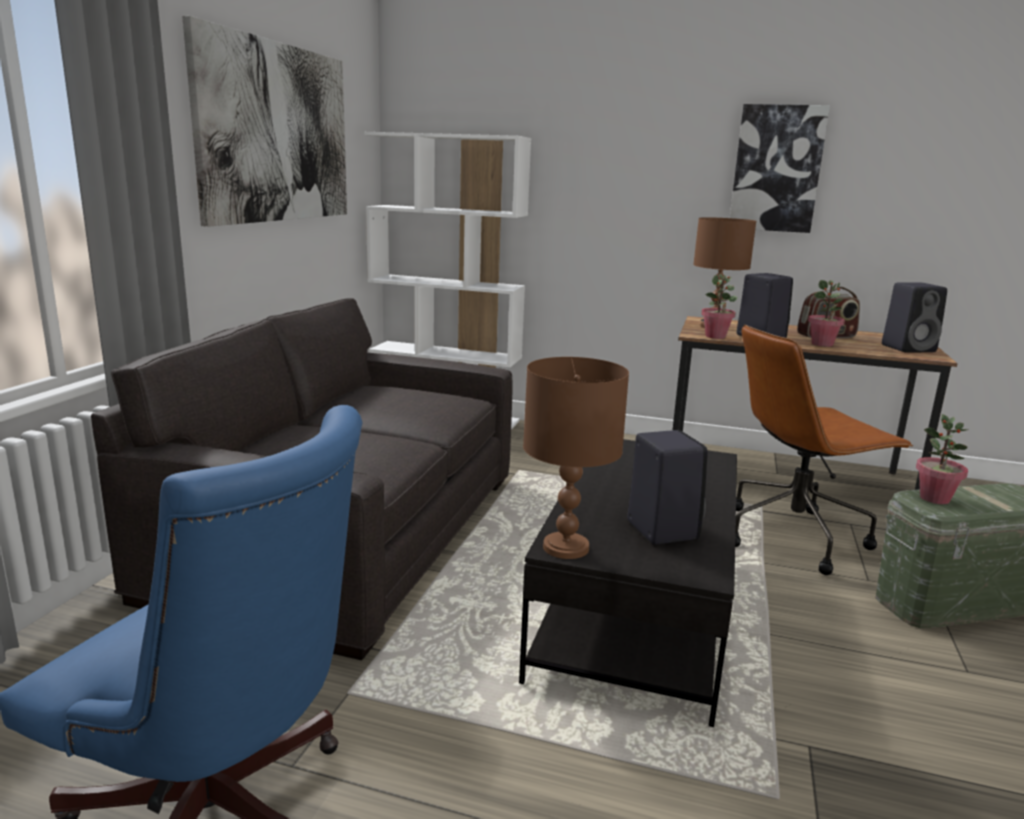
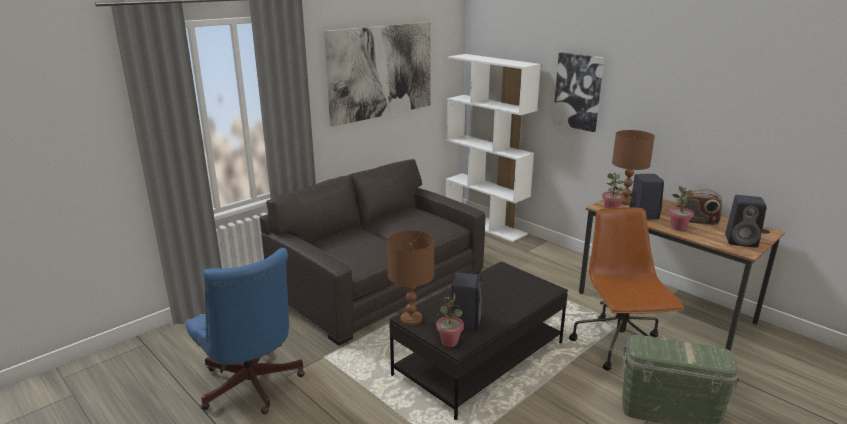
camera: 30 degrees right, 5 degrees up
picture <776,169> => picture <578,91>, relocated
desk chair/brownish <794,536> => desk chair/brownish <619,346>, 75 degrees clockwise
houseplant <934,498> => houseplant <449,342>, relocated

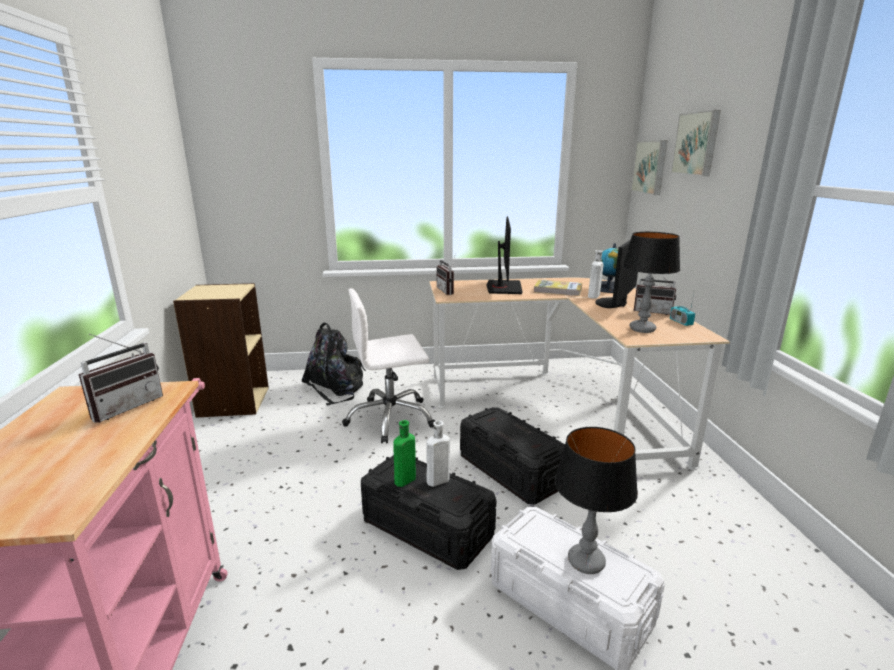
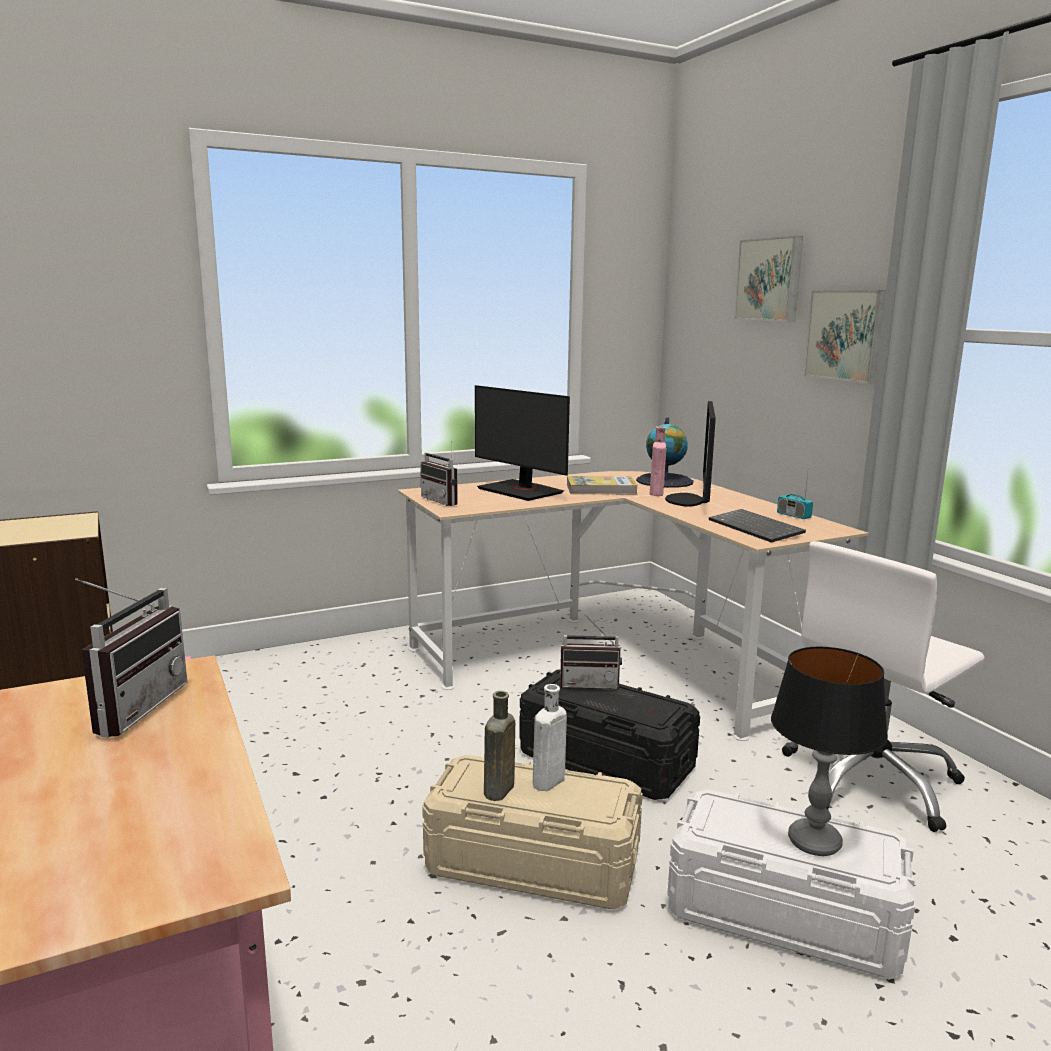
camera: 20 degrees left, 5 degrees down
picture <651,167> => picture <847,335>, relocated
computer display <503,287> => computer display <521,491>, 150 degrees clockwise
tabletop lamp <642,329> => keyboard <757,528>
beverage bottle/whitish <593,296> => beverage bottle/pink <656,493>
radio receiver <653,311> => radio receiver <589,684>, relocated
desk chair/whitish <390,419> => desk chair/whitish <872,781>, relocated
knapsack/black-coloured <336,387> => nothing
beverage bottle/green-coloured <404,481> => beverage bottle/brownish <498,792>
storage bin/black-coloured <427,527> => storage bin/beige-coloured <532,863>

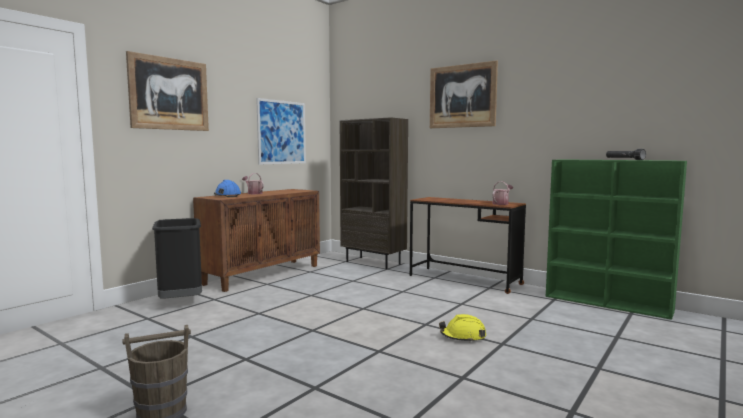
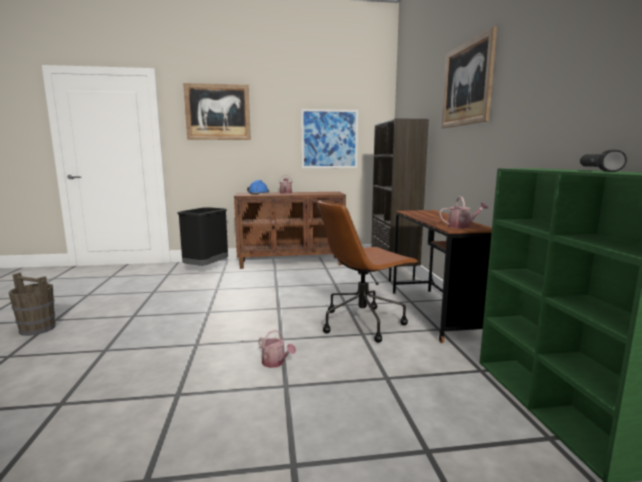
camera: 45 degrees right, 5 degrees up
hard hat/yellowish <463,337> => watering can <275,363>
nothing => desk chair/brownish <363,322>

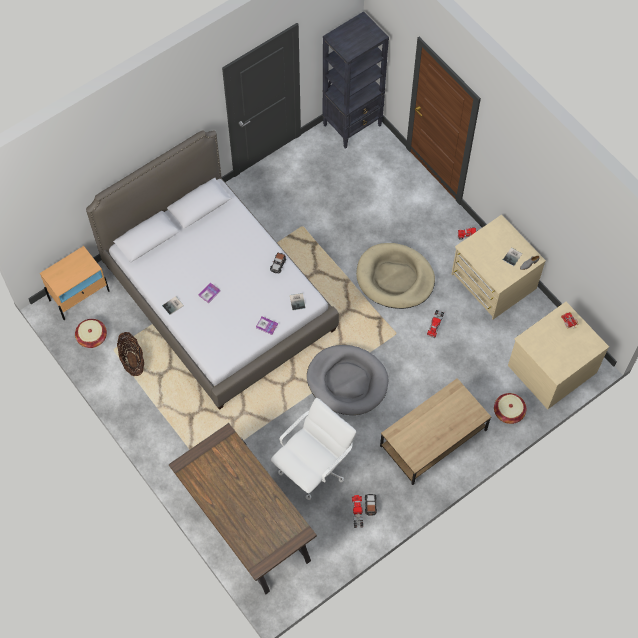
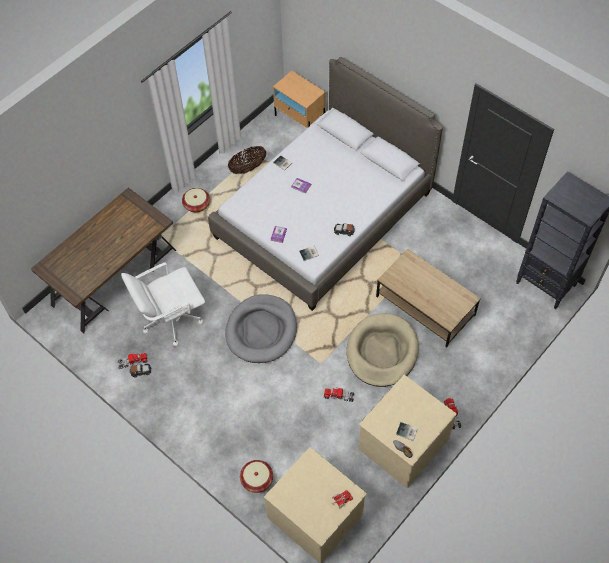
camera: 80 degrees right, 5 degrees down
household basket <92,337> => household basket <197,205>, relocated
lounge table/brownish <433,438> => lounge table/brownish <424,305>, relocated
desk chair/whitish <313,467> => desk chair/whitish <171,319>, 120 degrees clockwise

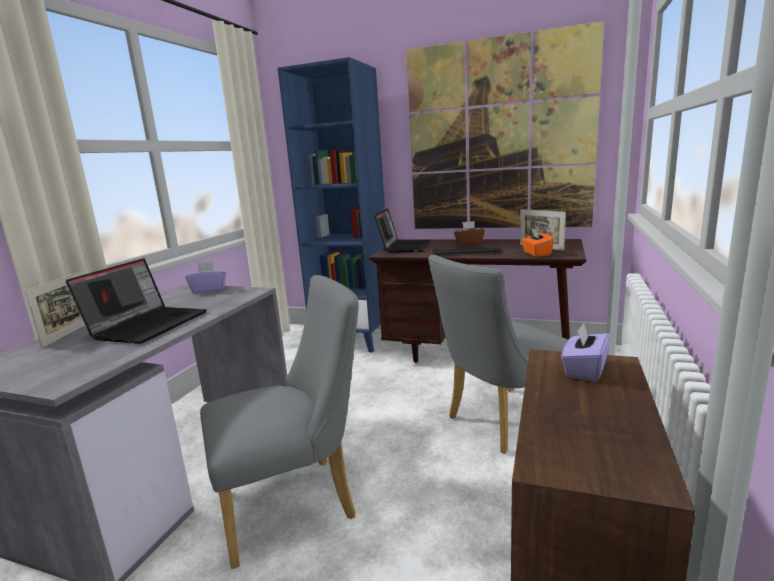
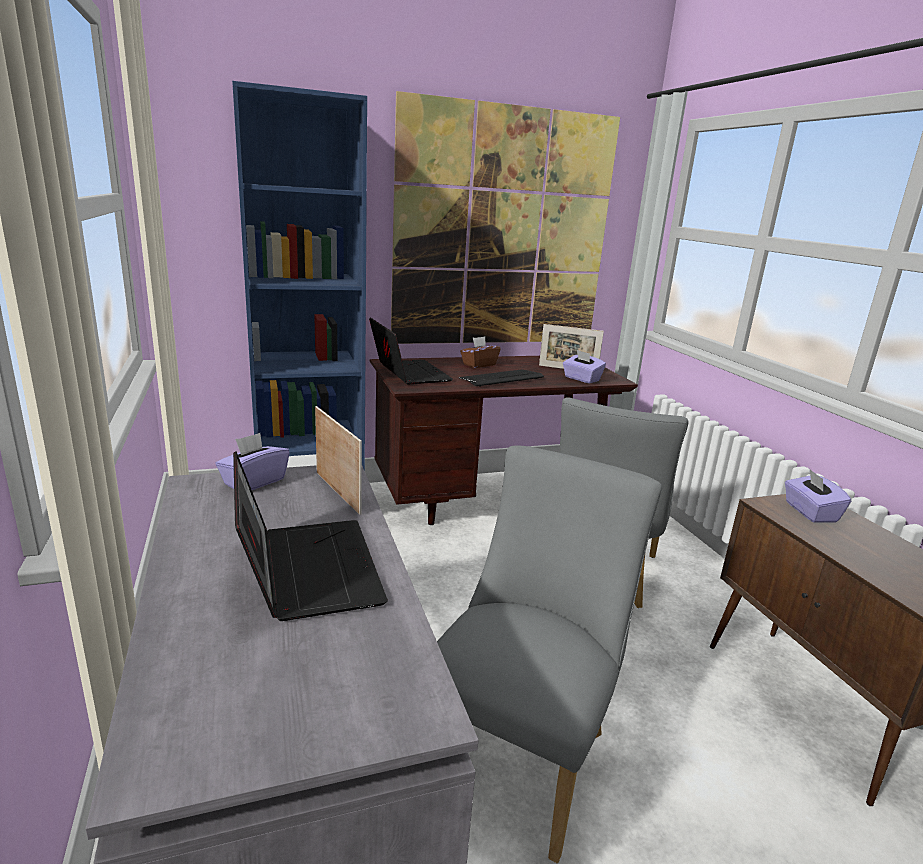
camera: 40 degrees left, 5 degrees up
box of tissues/orange <536,254> => box of tissues/purplish <581,379>
picture frame <70,332> => picture frame <337,492>, relocated

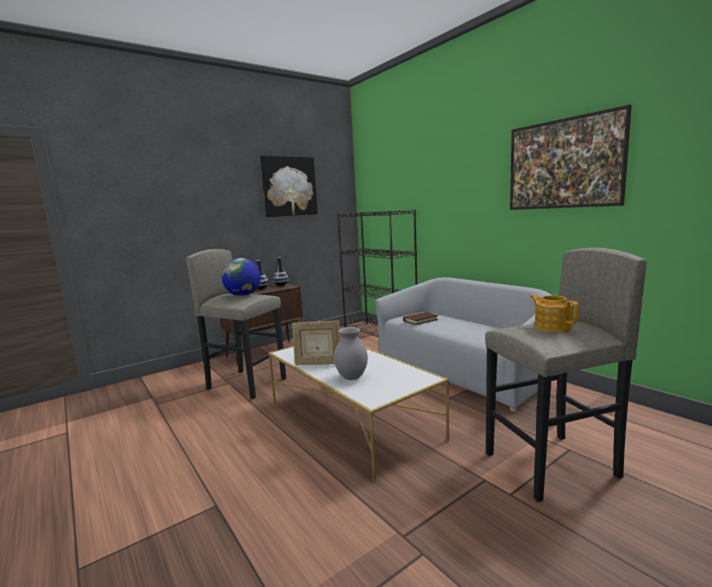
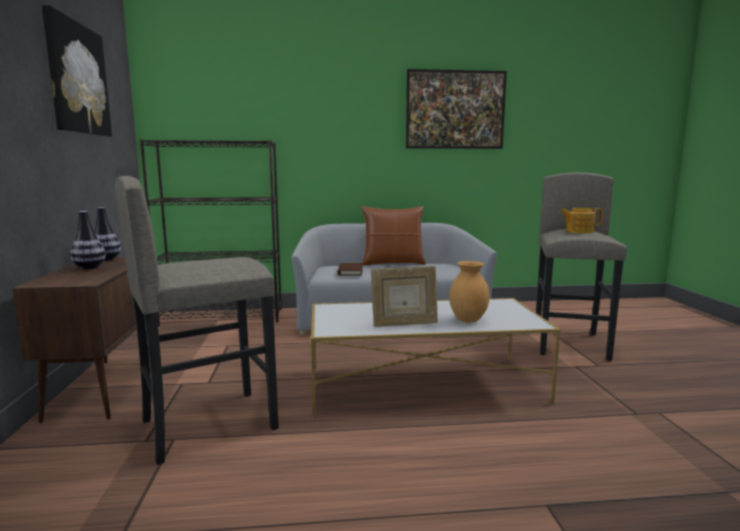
camera: 60 degrees left, 0 degrees up
globe <243,295> => nothing
picture frame <318,364> => picture frame <404,324>, 45 degrees clockwise
flower vase/grey <351,377> => flower vase/brownish <467,320>
nothing => throw pillow/brownish <393,263>

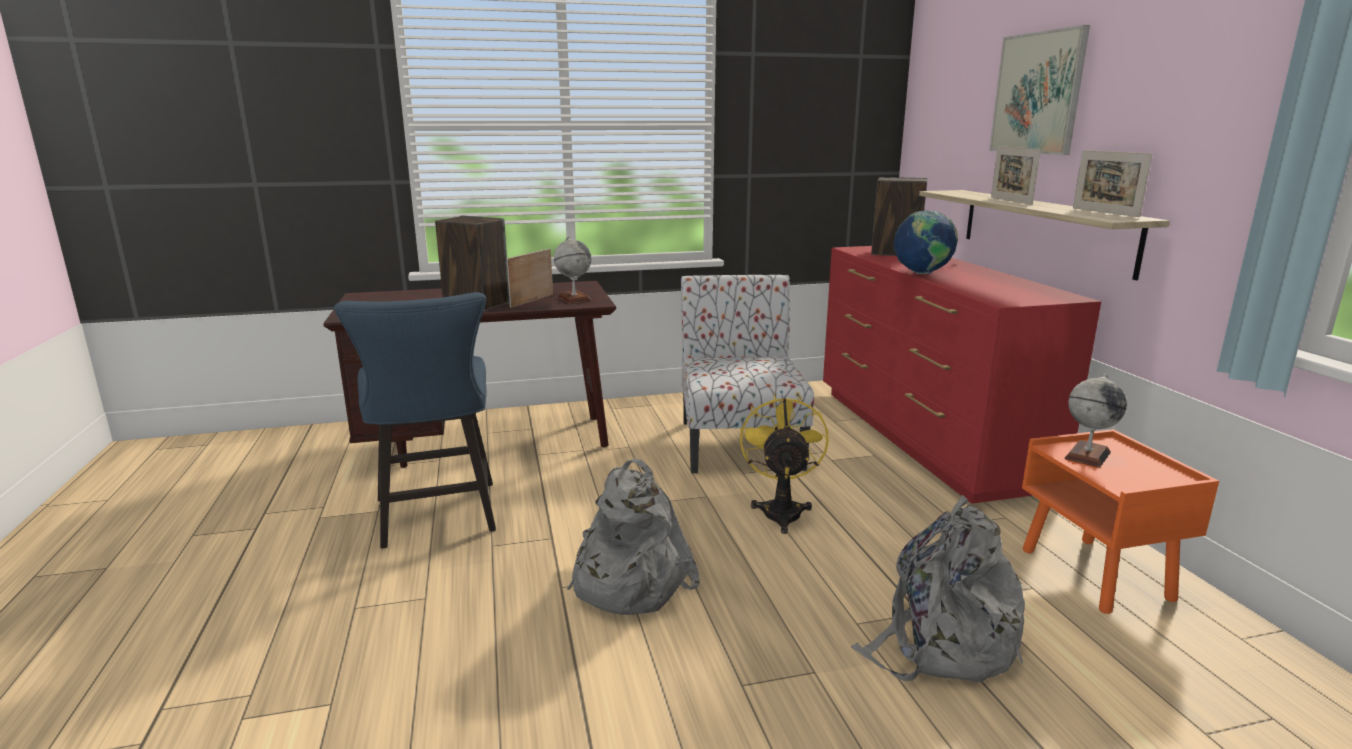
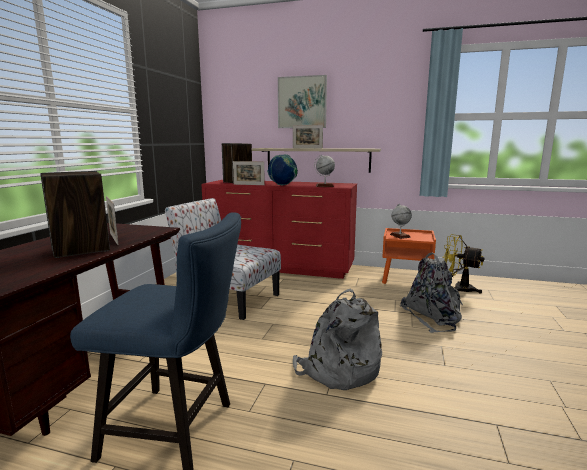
camera: 60 degrees left, 5 degrees down
picture frame <1104,212> => picture frame <249,184>, relocated
globe <574,299> => globe <324,186>, relocated
electric fan/yellowish <781,510> => electric fan/yellowish <458,288>, relocated

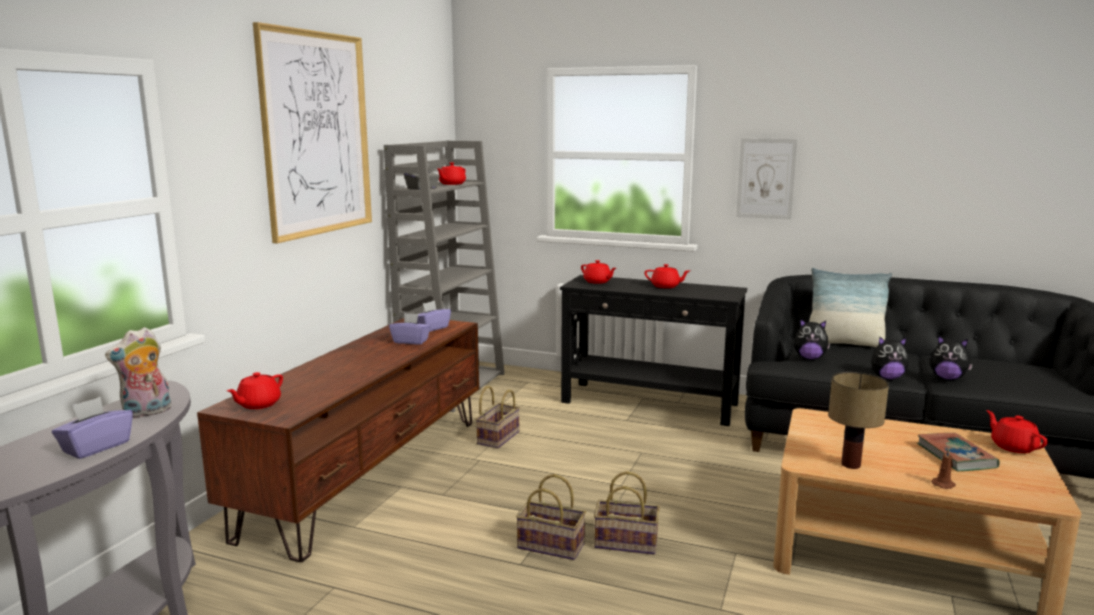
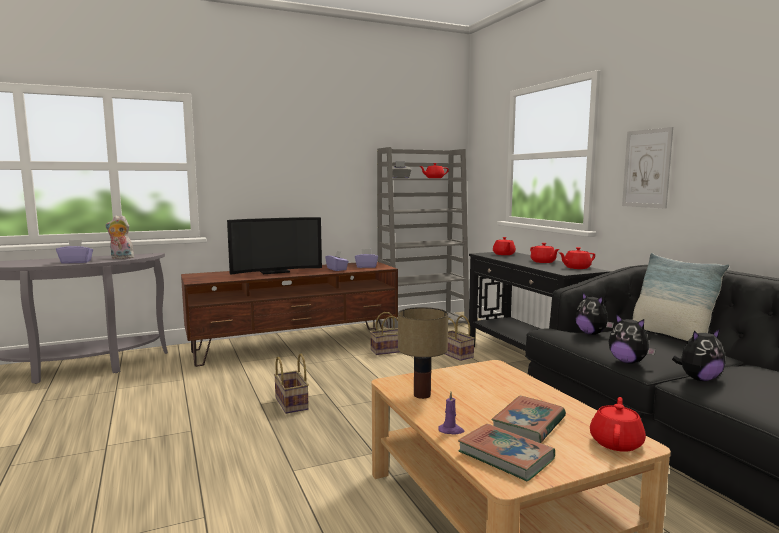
camera: 45 degrees right, 5 degrees down
picture <317,134> => nothing
soft toy <947,378> => soft toy <698,379>, 90 degrees counterclockwise
teapot/reddish <258,404> => teapot/reddish <576,268>, relocated
candle/brownish <944,484> => candle/purplish <451,430>
household basket <627,542> => household basket <457,354>, relocated
nothing => television <274,272>
nothing => book <505,456>

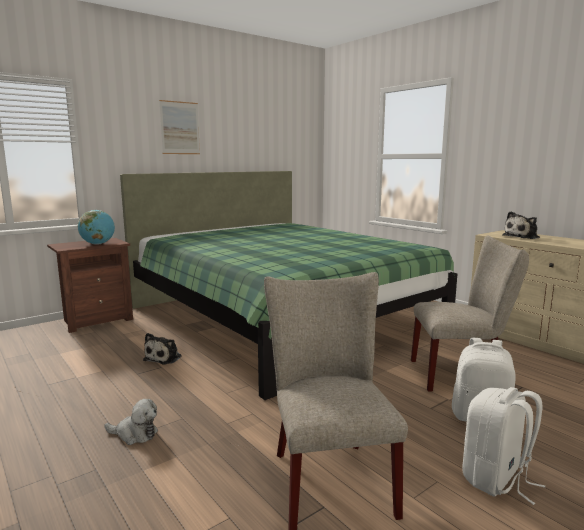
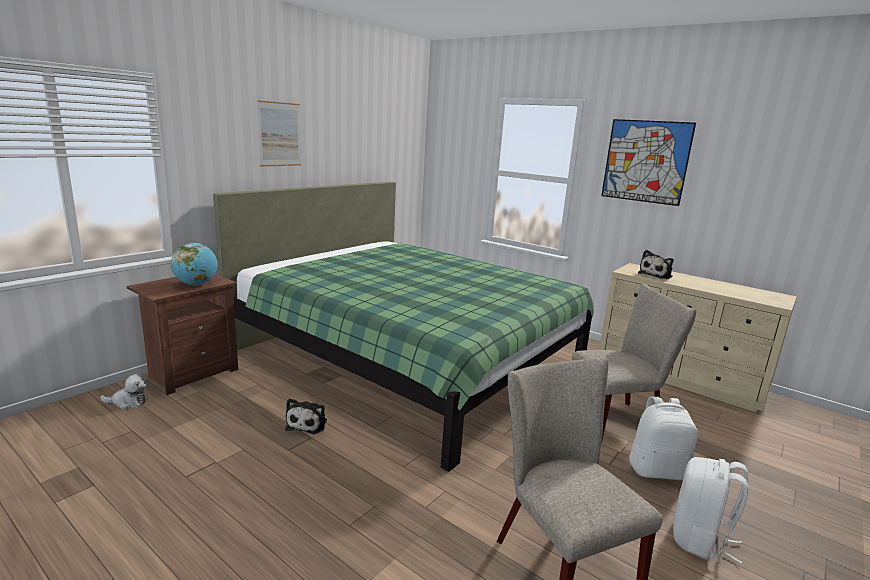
camera: 15 degrees left, 5 degrees up
soft toy <135,434> => soft toy <128,402>, relocated
nothing => picture <645,161>

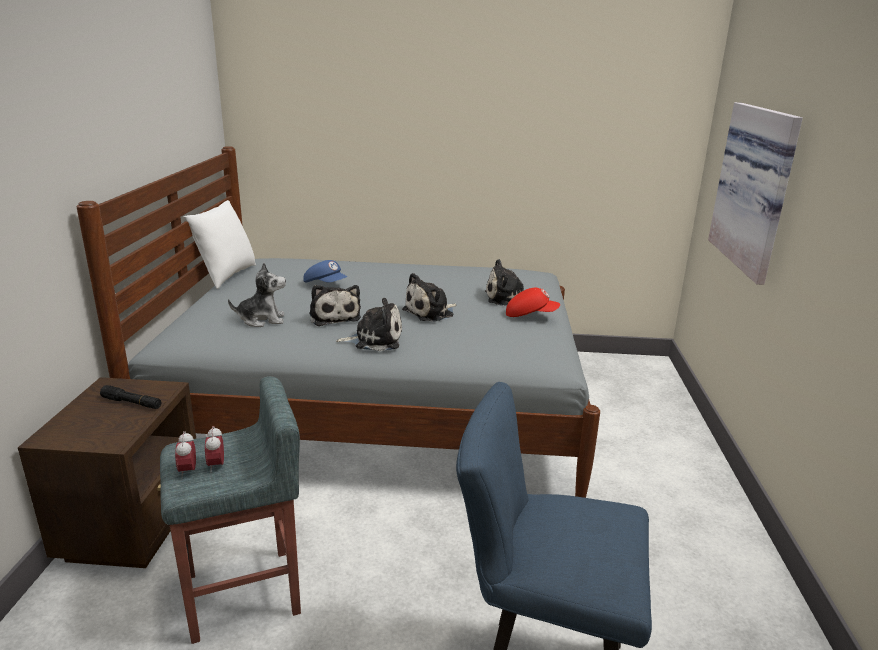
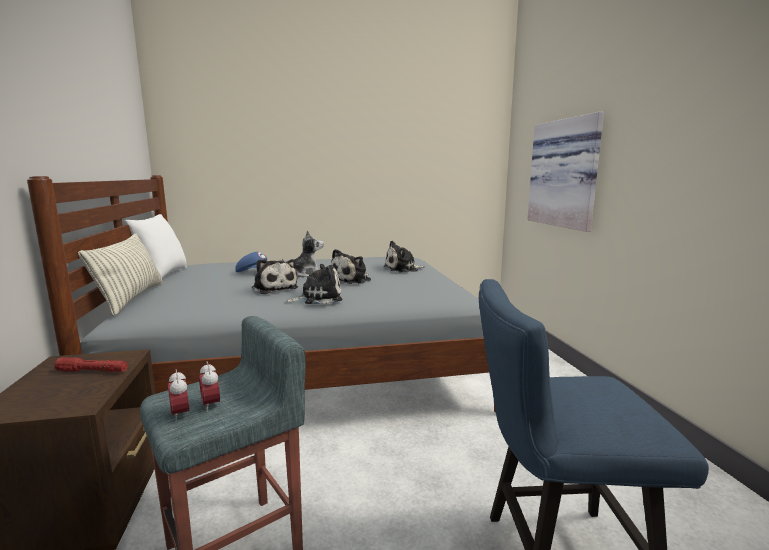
camera: 15 degrees left, 10 degrees down
soft toy <262,320> => soft toy <305,274>, relocated
cap/reddish <530,315> => nothing
hand torch/black-coloured <132,403> => hand torch/reddish <93,371>
nothing => throw pillow <131,299>

